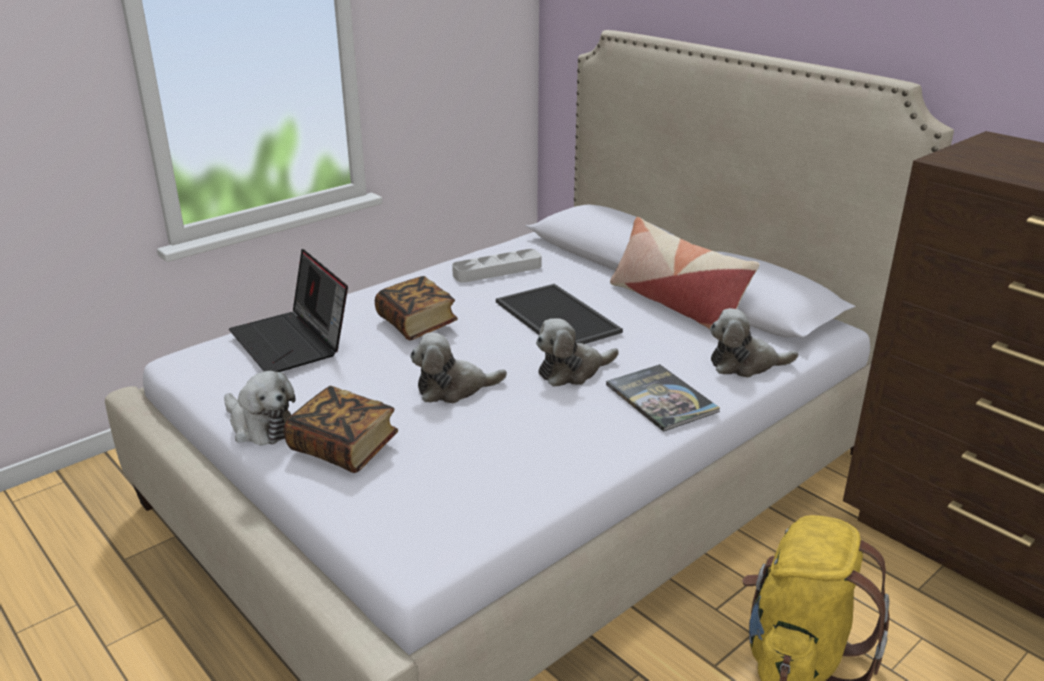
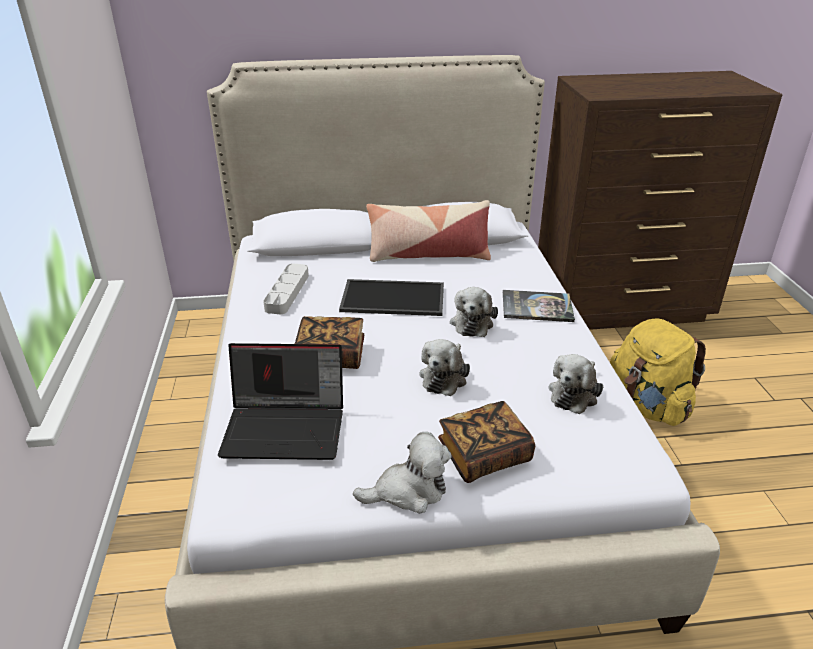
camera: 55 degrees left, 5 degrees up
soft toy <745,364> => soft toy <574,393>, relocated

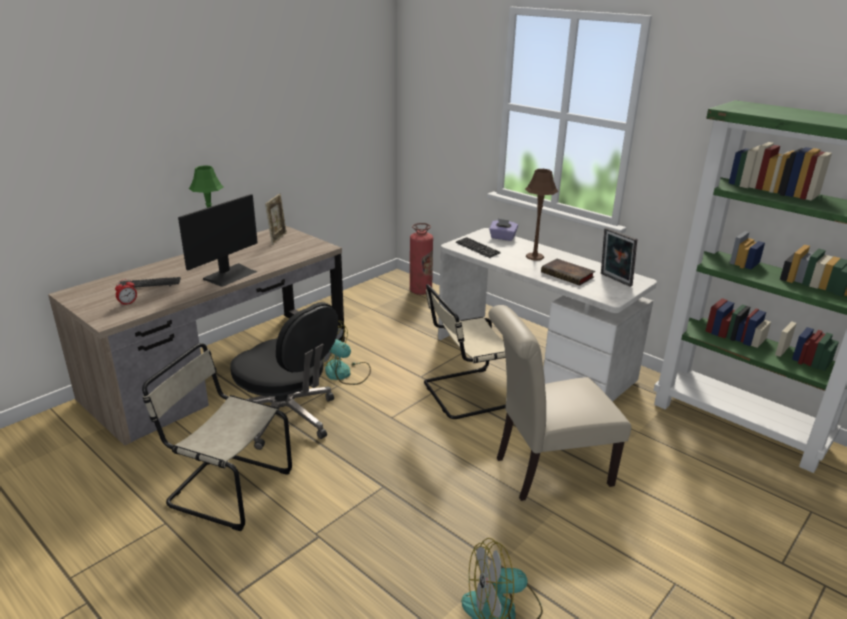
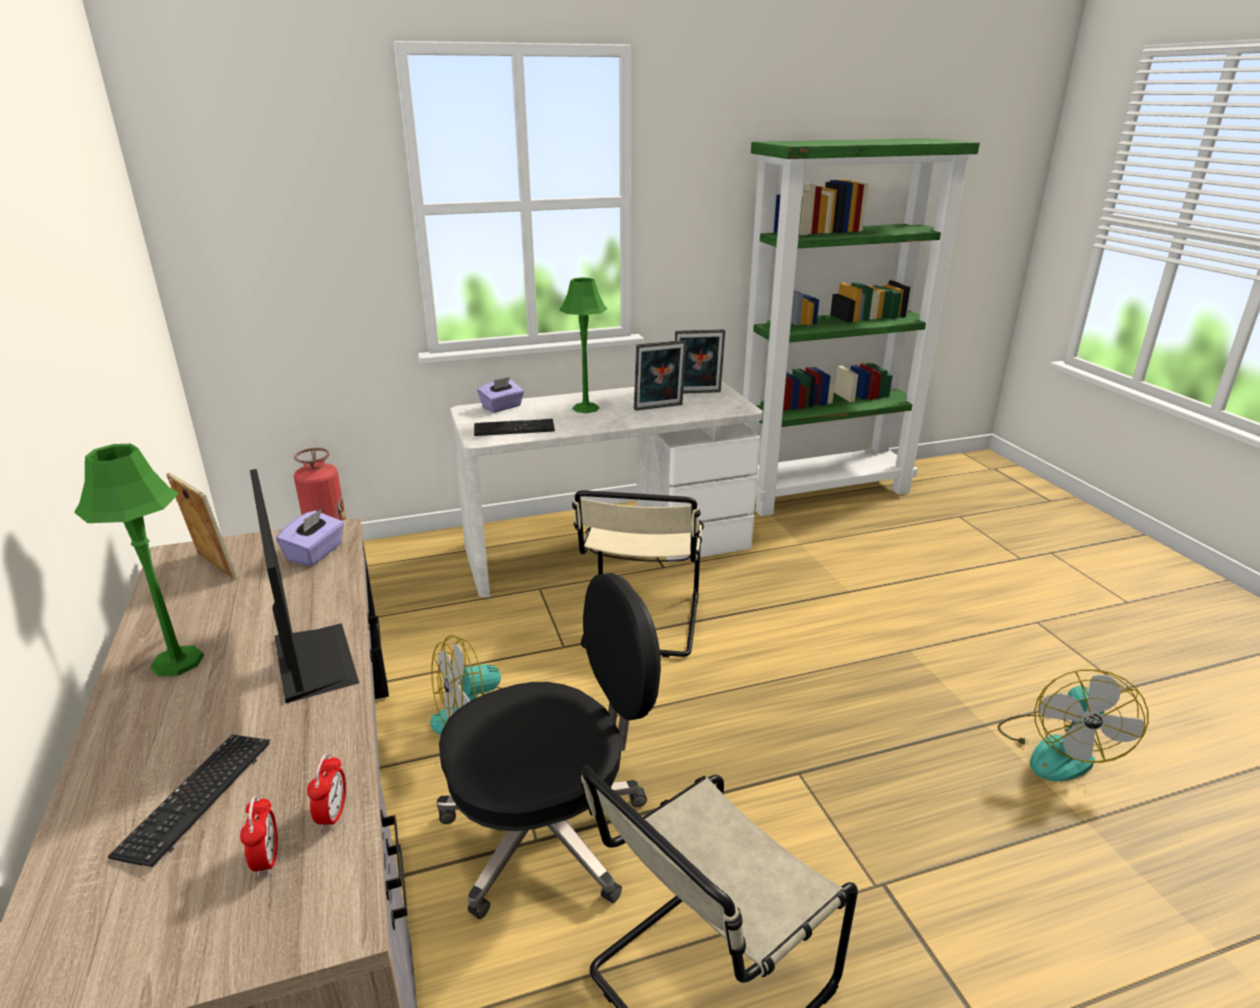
camera: 60 degrees left, 0 degrees up
tabletop lamp/brownish <535,257> => tabletop lamp/green-coloured <586,408>
book <568,275> => picture frame <659,408>
upright chair/beige-coloured <545,471> => nothing
nothing => box of tissues/purplish <316,553>
nothing => alarm clock <333,815>

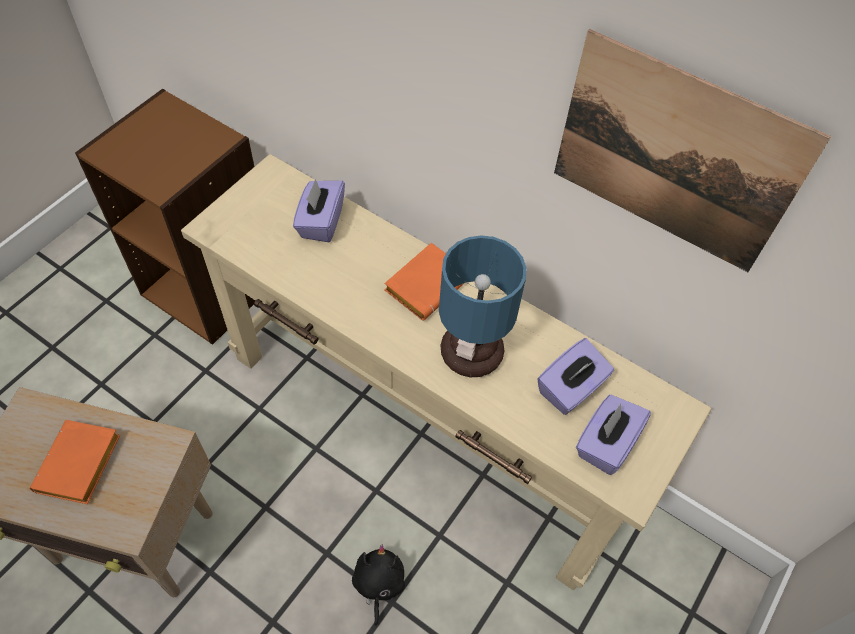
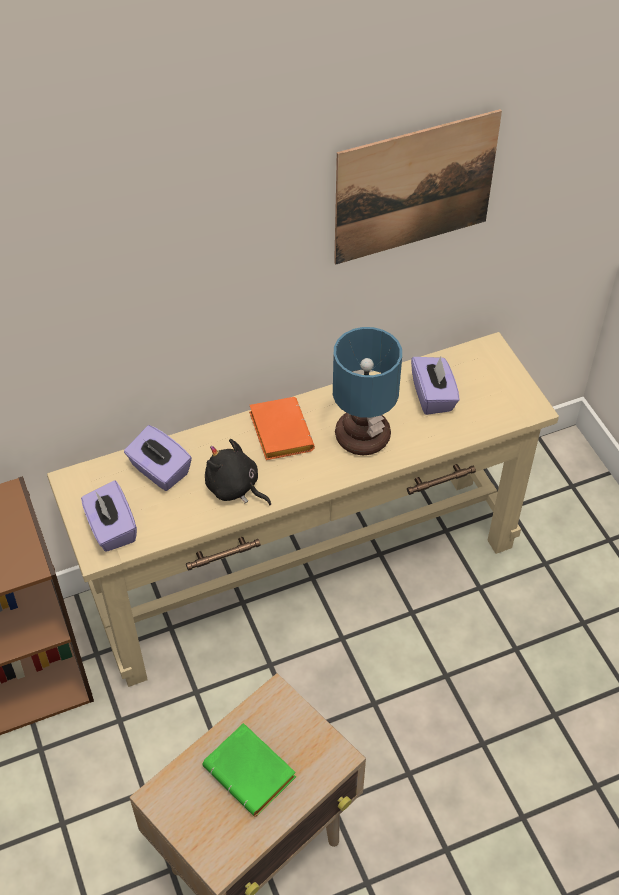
camera: 55 degrees left, 5 degrees down
box of tissues/purplish <606,444> => box of tissues/purplish <111,529>, relocated
book/orange <80,467> => book/green-coloured <253,773>
soft toy/black-coloured <378,584> => soft toy/black-coloured <235,488>, relocated

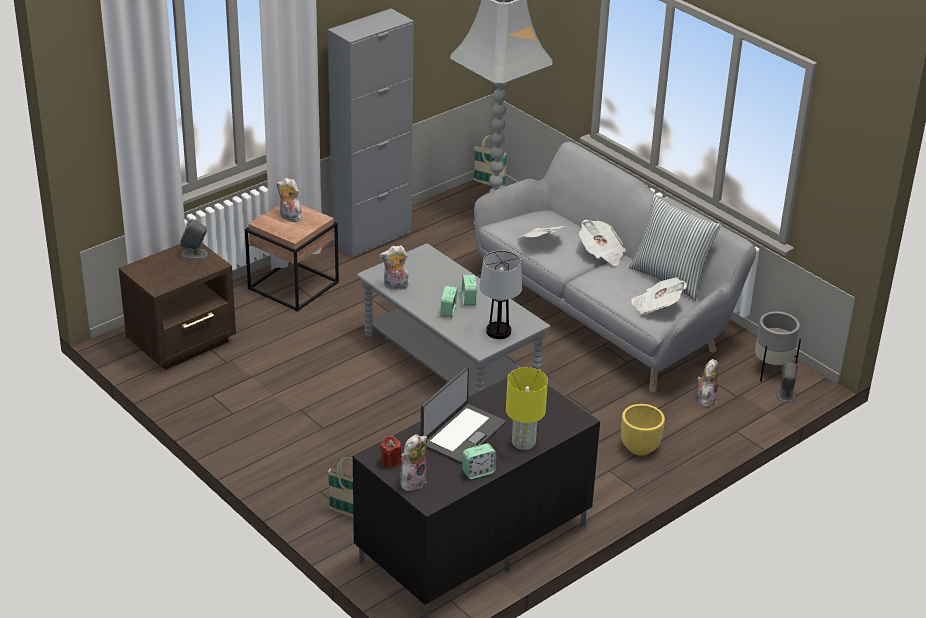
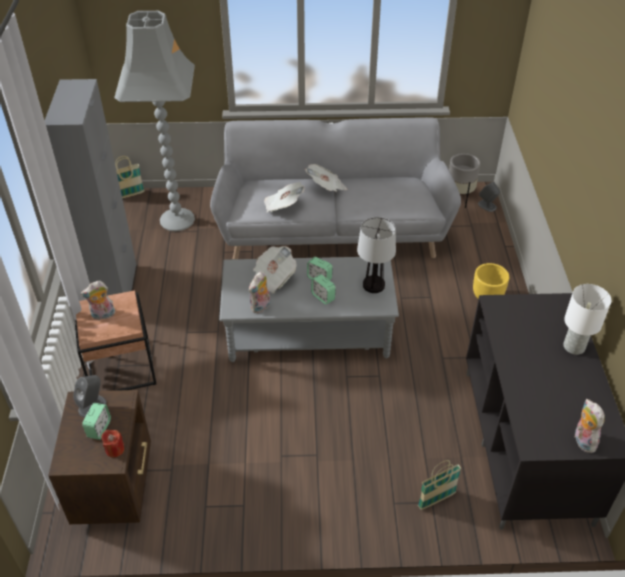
camera: 50 degrees left, 10 degrees up
throw pillow <670,278> => nothing
daily paper <656,307> => daily paper <272,279>, relocated
soft toy <705,398> => nothing
notebook computer <462,433> => nothing
tabletop lamp/yellowish <523,442> => tabletop lamp/whitish <573,346>
candle/reddish <390,461> => candle/reddish <114,449>, relocated
alarm clock <478,472> => alarm clock <99,428>, relocated

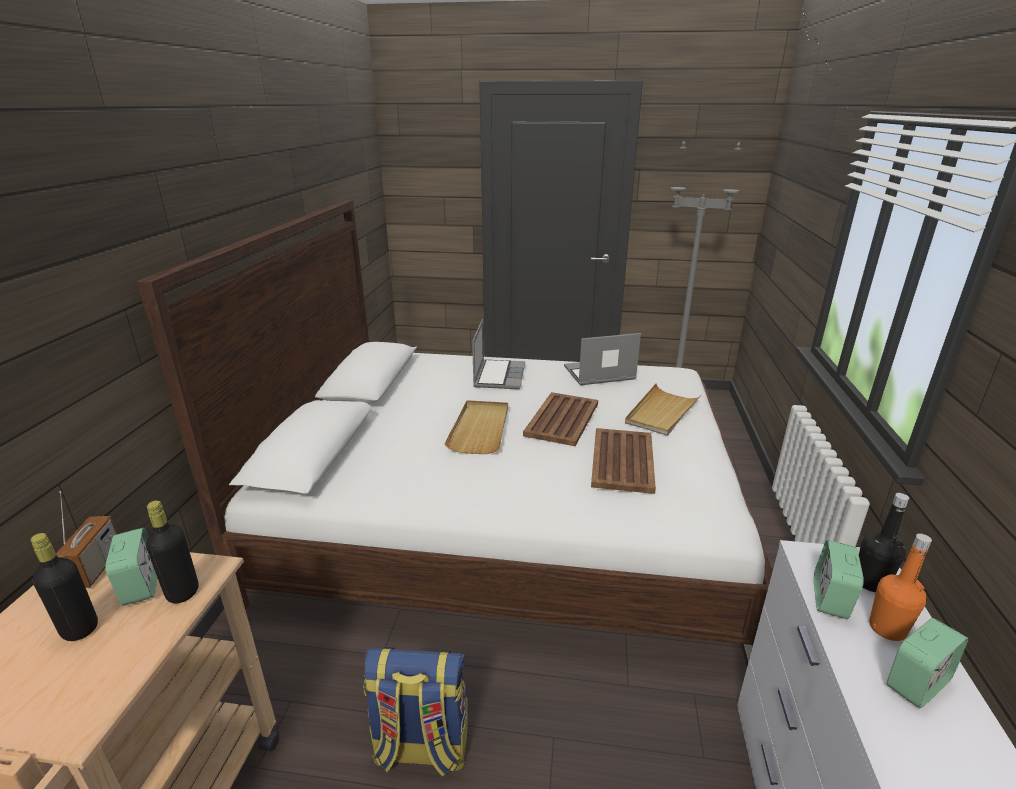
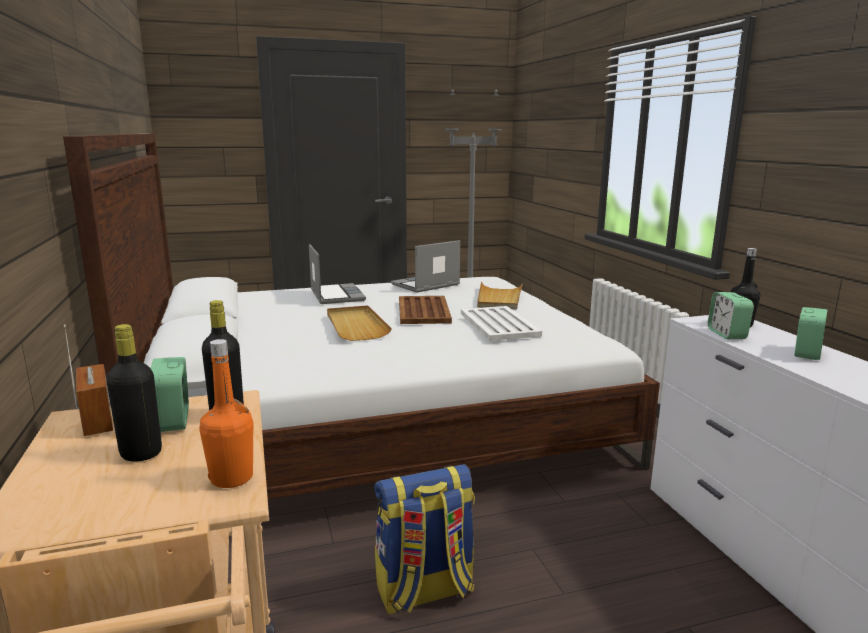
camera: 25 degrees left, 10 degrees down
serving tray/brownish <623,460> => serving tray/whitish <498,324>
alarm clock <141,586> => alarm clock <172,420>, 150 degrees counterclockwise
beverage bottle/orange <887,628> => beverage bottle/orange <232,478>, relocated

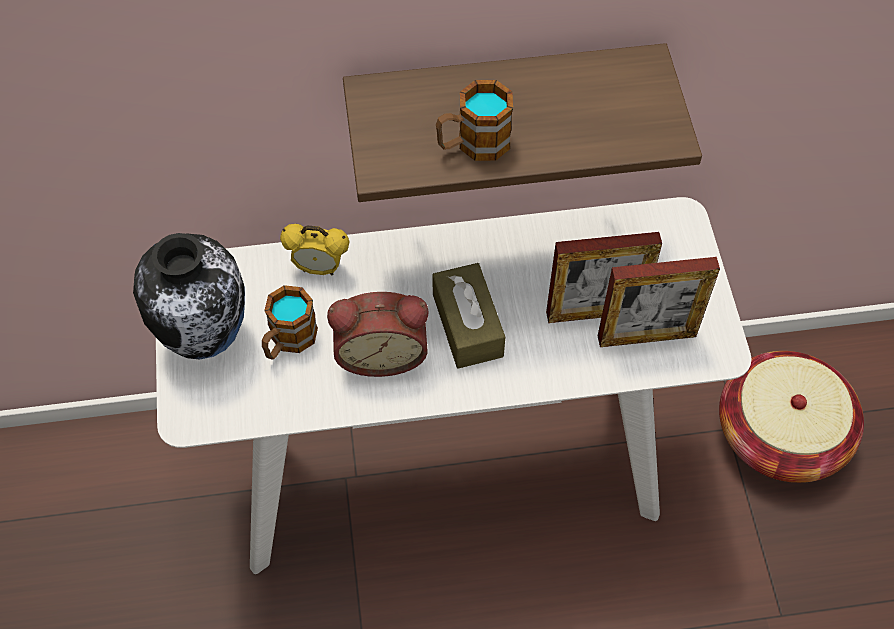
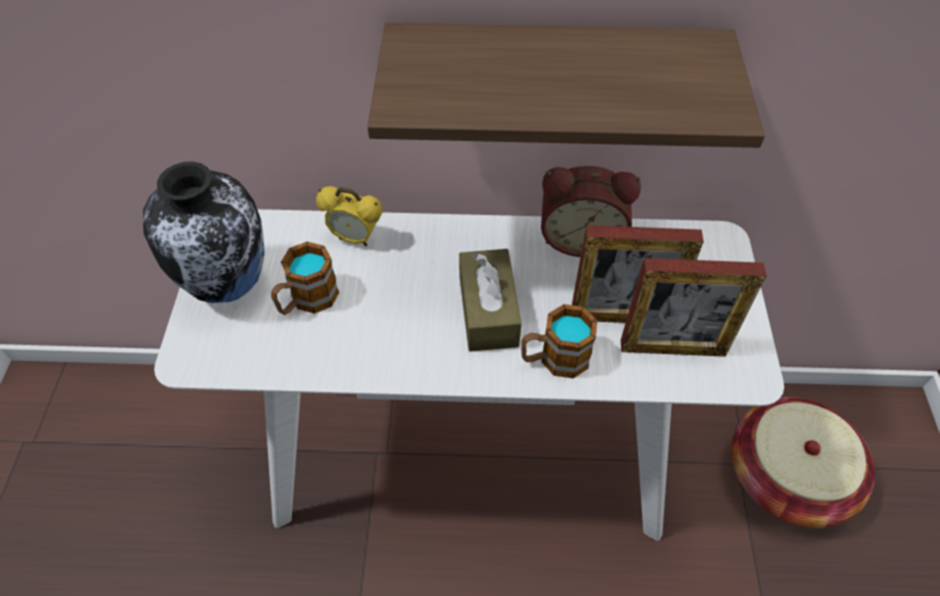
camera: 10 degrees right, 5 degrees down
mug <473,144> => mug <554,359>, relocated
alarm clock <381,352> => alarm clock <581,237>, relocated

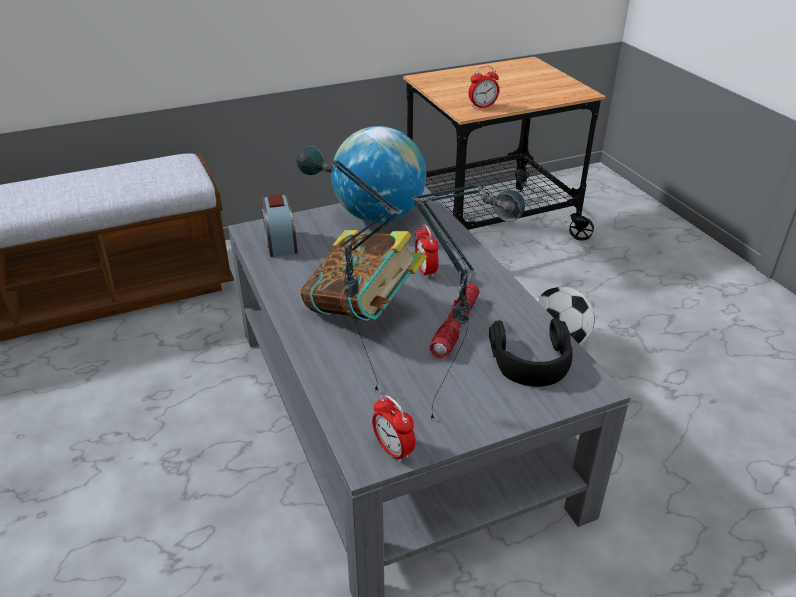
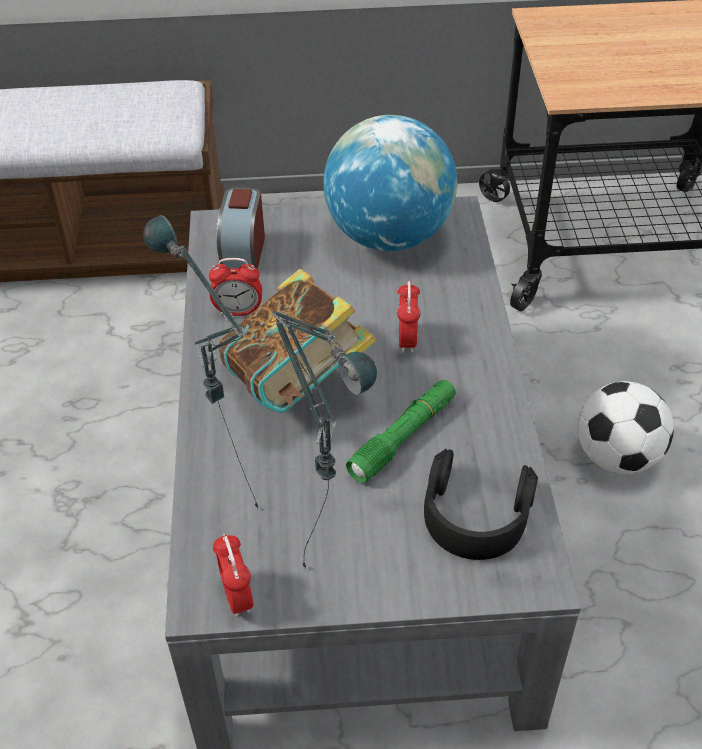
camera: 20 degrees right, 10 degrees up
alarm clock <482,106> => alarm clock <238,311>, relocated
hand torch/reddish <456,326> => hand torch/green-coloured <403,437>

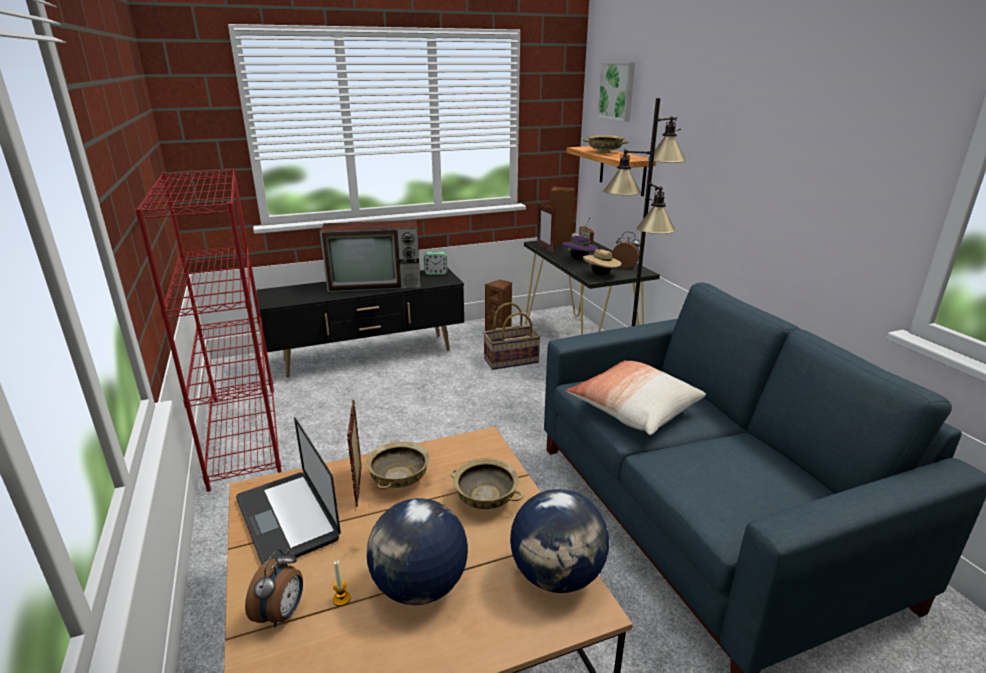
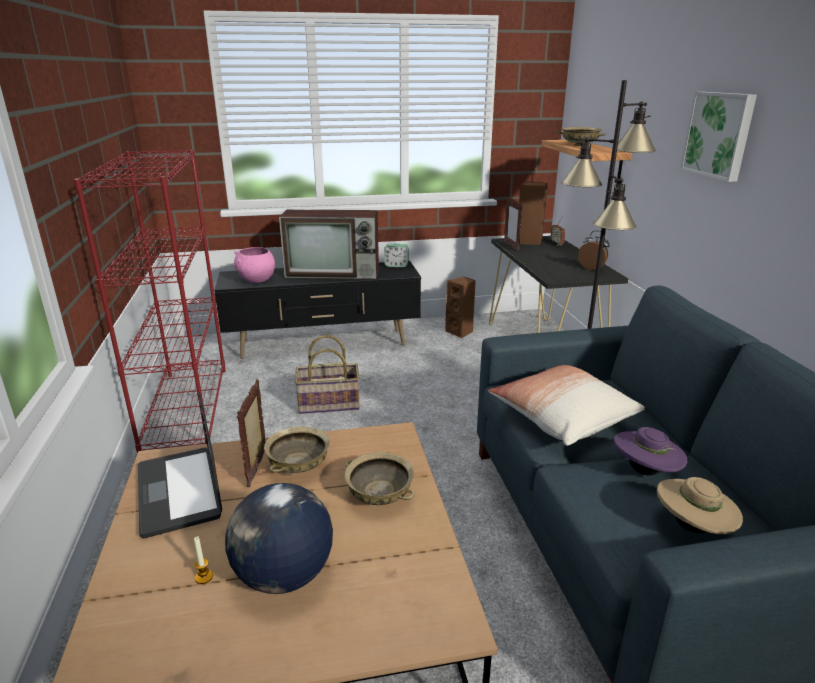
camera: 10 degrees right, 0 degrees up
picture <617,91> => picture <719,135>, relocated
wearable hat/purplish <579,259> => wearable hat/purplish <645,472>, relocated
wearable hat/beige-coloured <601,275> => wearable hat/beige-coloured <692,528>, relocated
household basket <511,361> => household basket <328,404>, relocated
globe <557,576> => nothing
alarm clock <282,614> => nothing
nothing => serving bowl/pink <256,280>

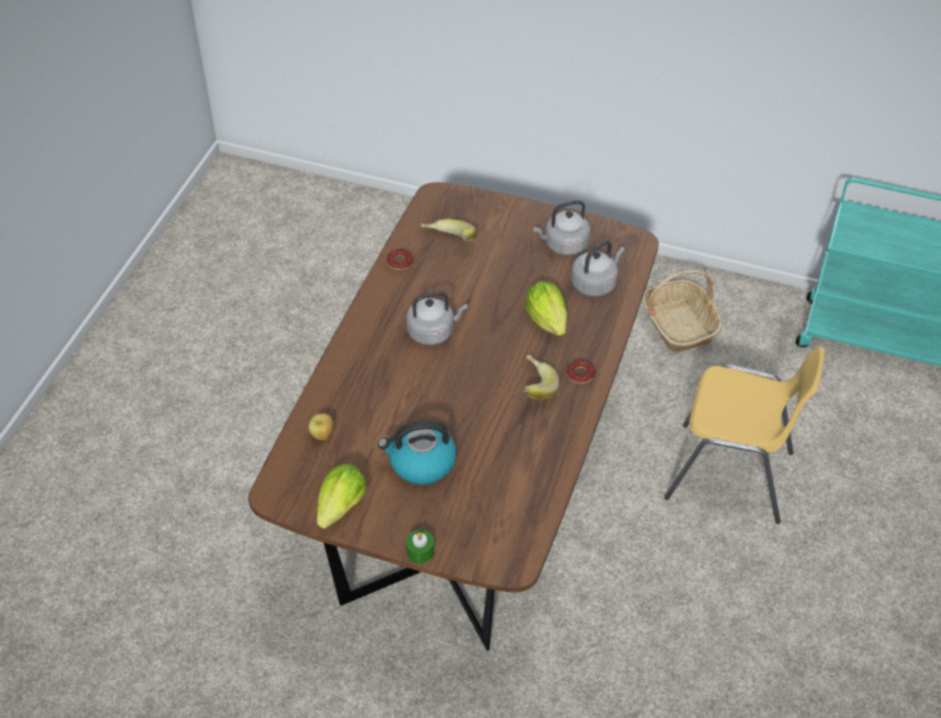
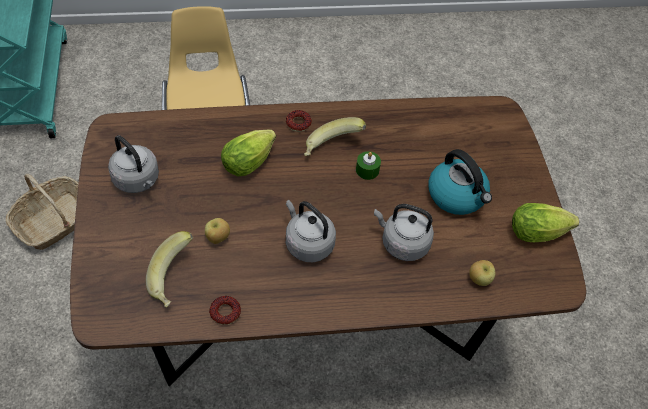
camera: 120 degrees left, 5 degrees up
tea kettle/grey <595,283> => tea kettle/grey <402,243>, relocated
candle/green-coloured <420,551> => candle/green-coloured <367,170>, relocated
nothing => apple fruit <217,238>

